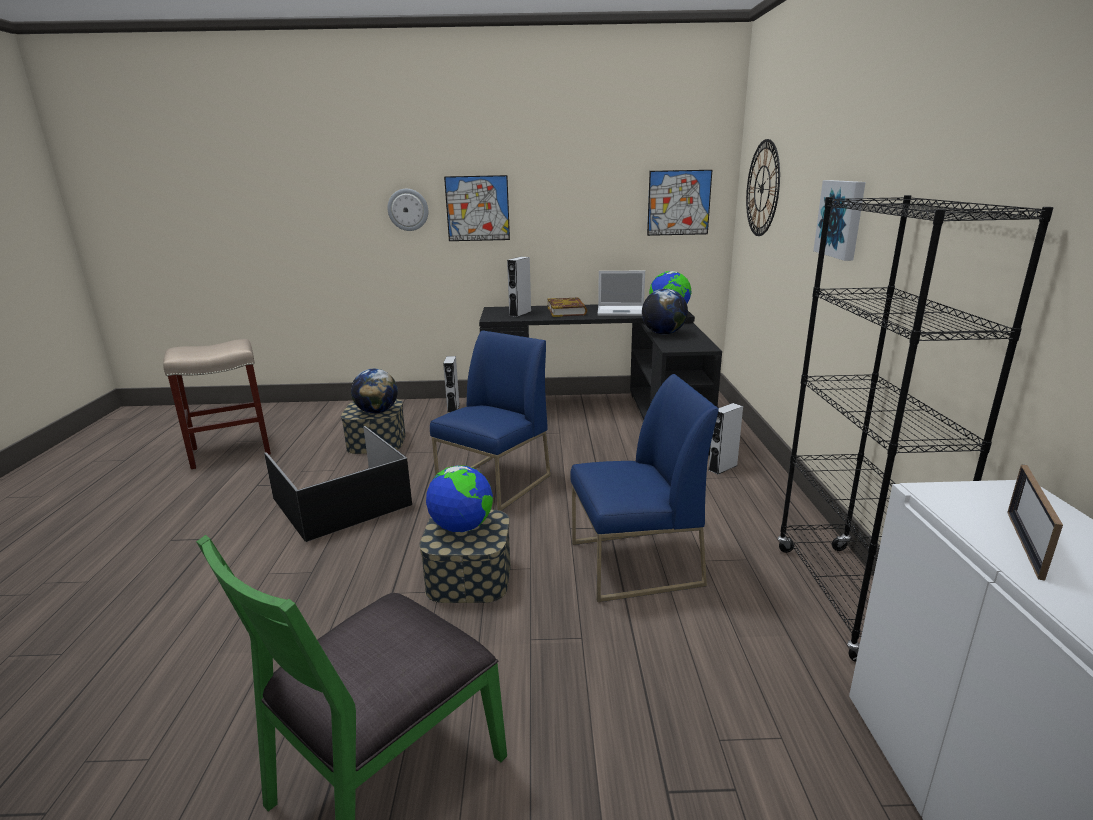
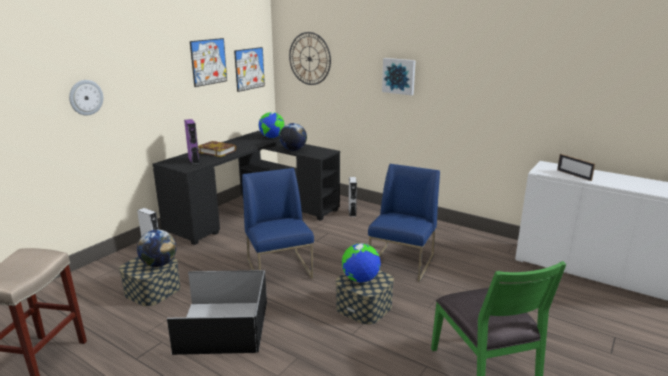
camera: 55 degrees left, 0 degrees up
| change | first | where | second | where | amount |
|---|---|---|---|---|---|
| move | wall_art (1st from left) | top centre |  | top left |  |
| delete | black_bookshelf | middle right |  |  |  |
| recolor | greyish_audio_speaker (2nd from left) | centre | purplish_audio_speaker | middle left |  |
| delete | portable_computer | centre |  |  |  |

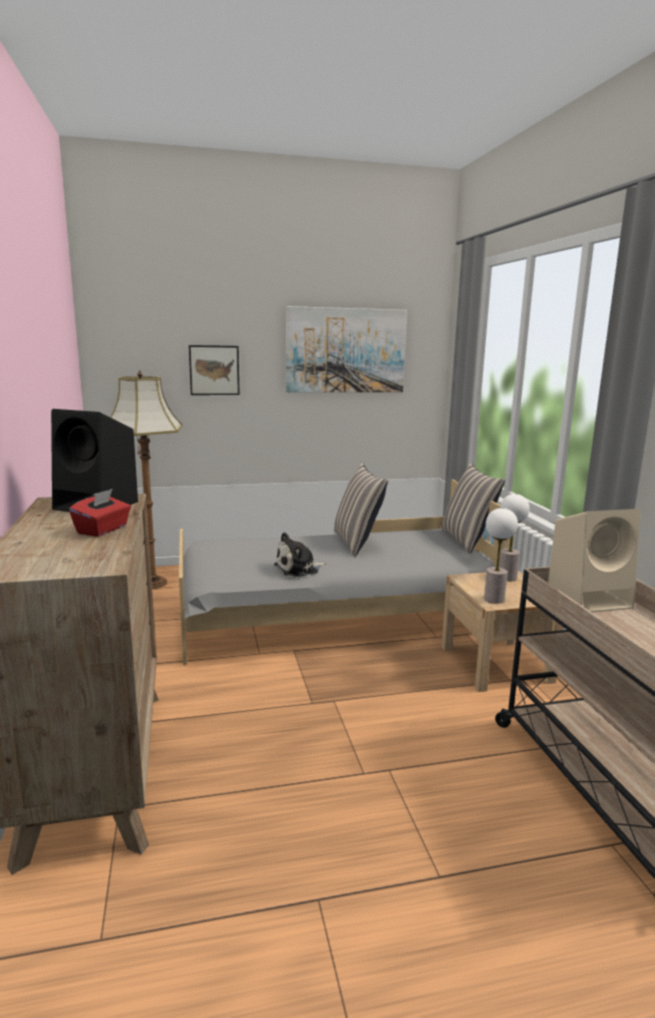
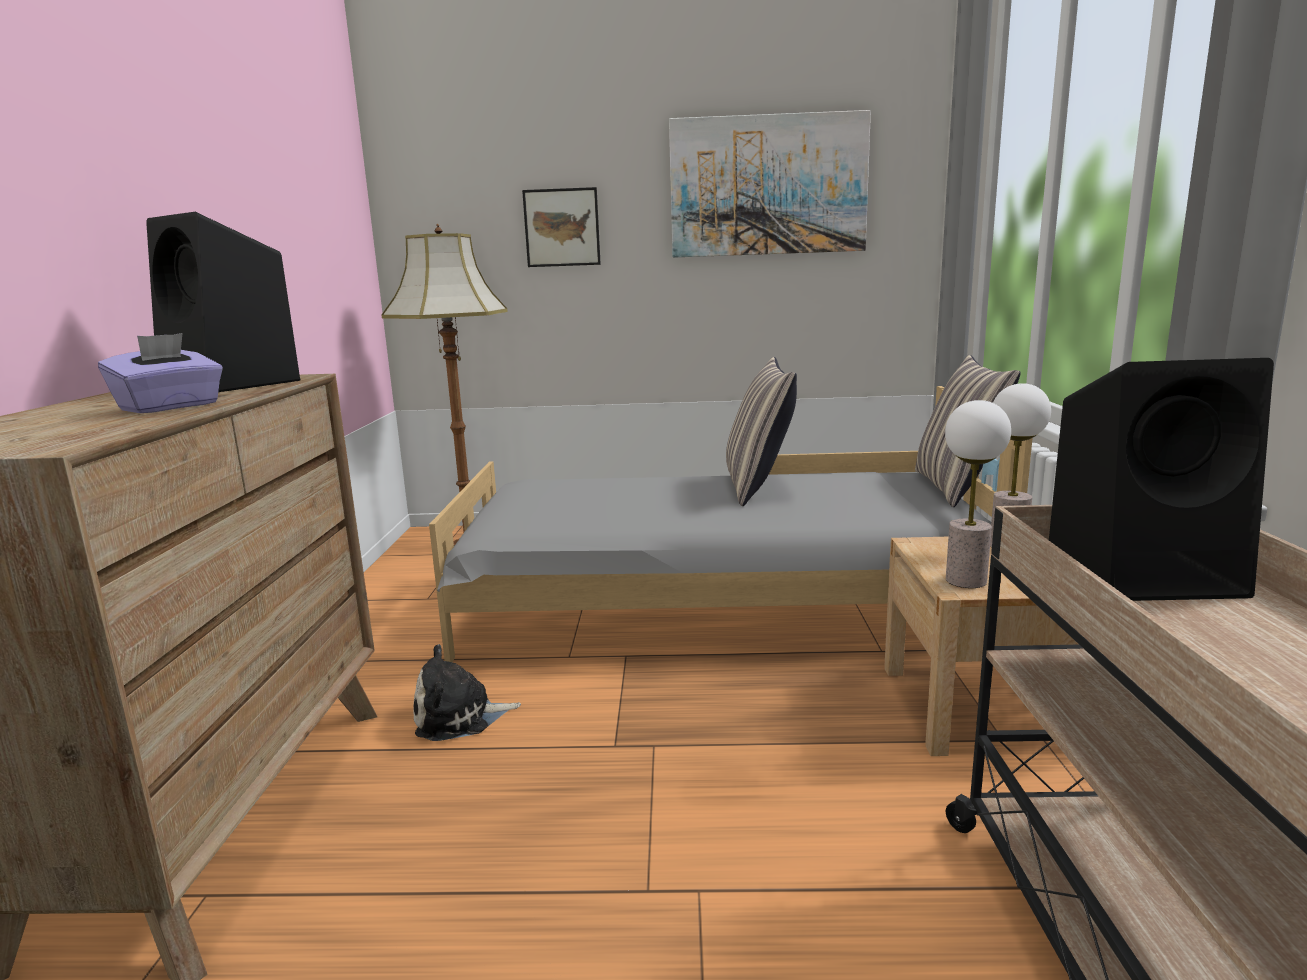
camera: 15 degrees right, 0 degrees up
| change | first | where | second | where | amount |
|---|---|---|---|---|---|
| recolor | reddish_tissue_box | middle left | purplish_tissue_box | middle left |  |
| recolor | beige-coloured_audio_speaker | middle right | black_audio_speaker (2nd from left) | middle right |  |
| move | cuddly_toy | centre |  | bottom centre |  |

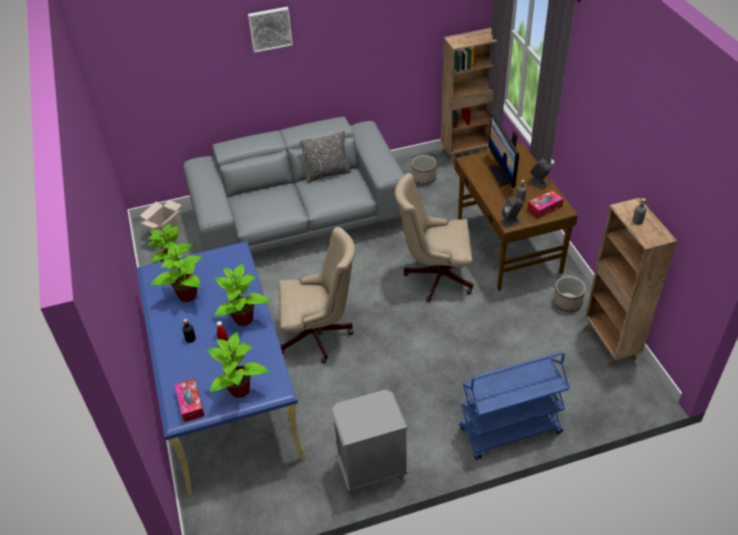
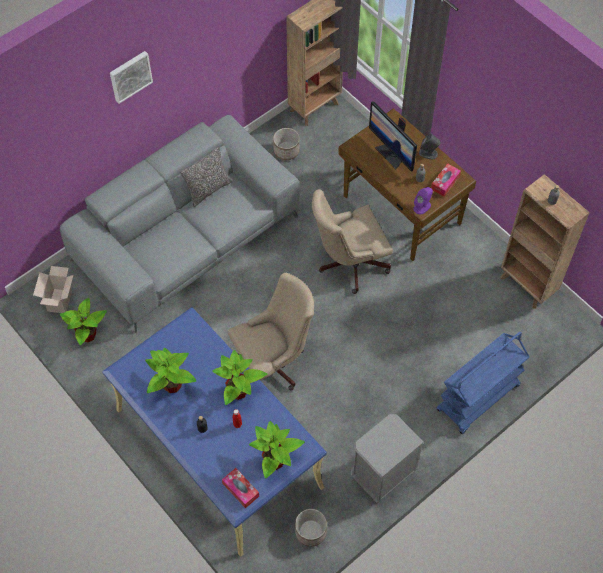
camera: 25 degrees left, 15 degrees up
| change | first | where | second | where | amount |
|---|---|---|---|---|---|
| recolor | greyish_audio_speaker (1st from left) | middle right | purplish_audio_speaker | middle right |  |
| move | plant_pot (2nd from left) | middle right |  | bottom centre |  |

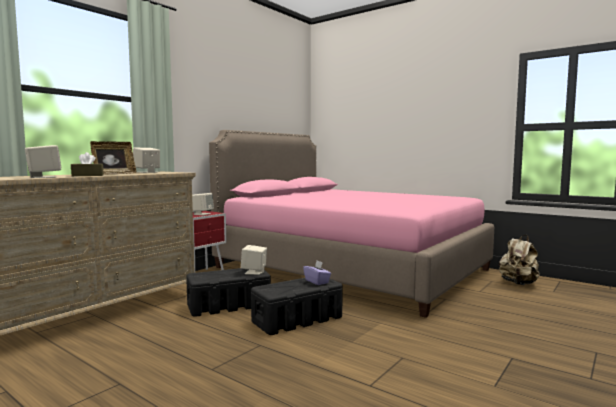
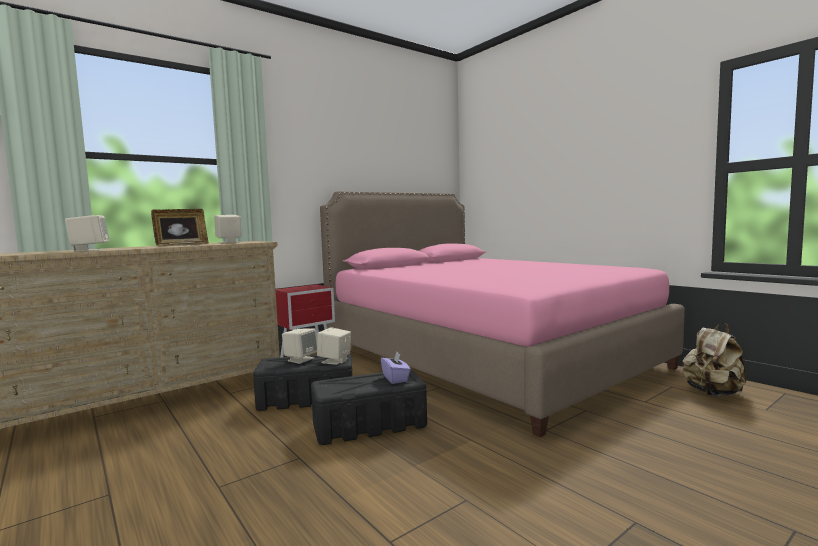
camera: 15 degrees right, 0 degrees up
| change | first | where | second | where | amount |
|---|---|---|---|---|---|
| delete | brown-coloured_tissue_box | middle left |  |  |  |
| move | beige-coloured_audio_speaker (3rd from left) | middle left |  | centre |  |

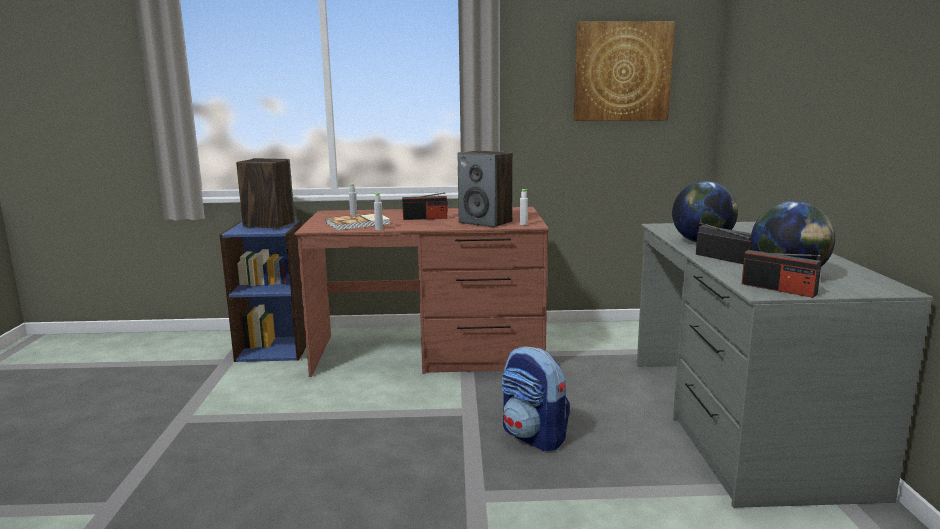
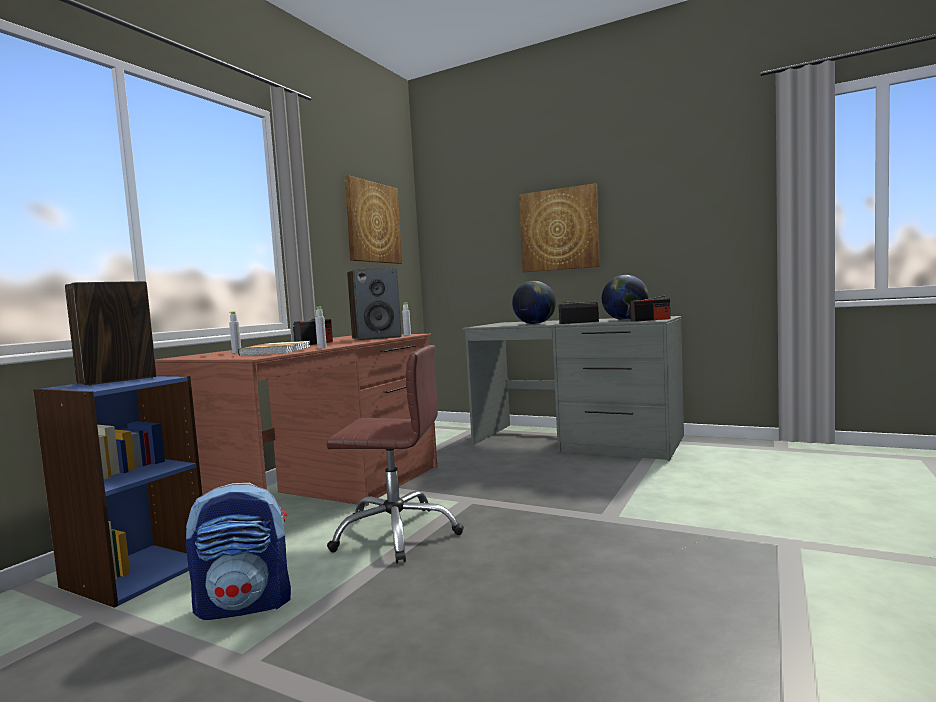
camera: 60 degrees left, 10 degrees down
| change | first | where | second | where | amount |
|---|---|---|---|---|---|
| move | backpack | bottom centre |  | bottom left |  |
| insert |  |  | wall_art (2nd from left) | top centre |  |
| insert |  |  | brown-coloured_computer_chair | centre |  |

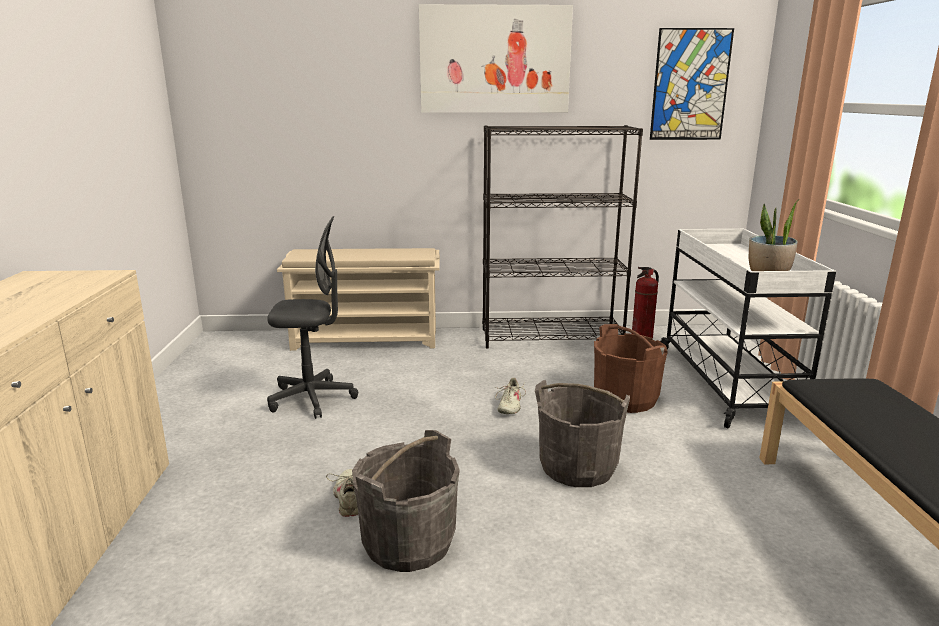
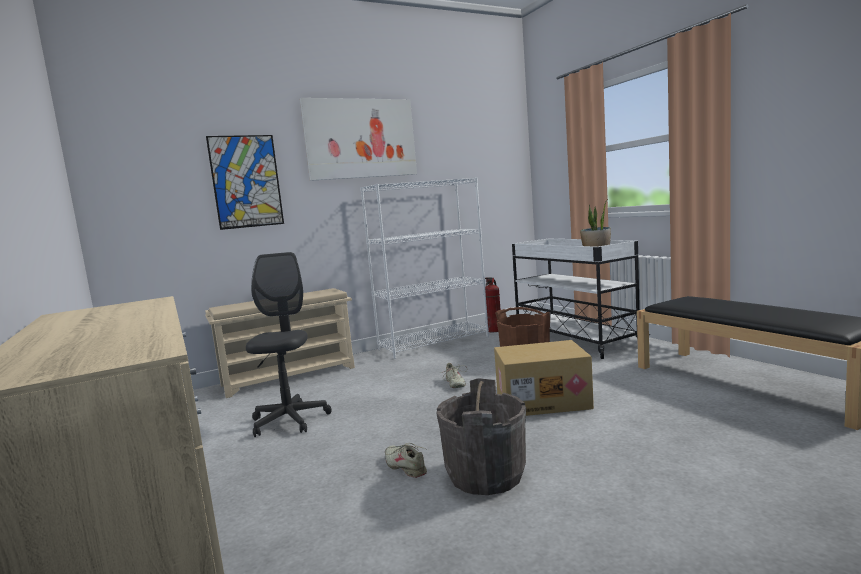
camera: 25 degrees left, 10 degrees down
| change | first | where | second | where | amount |
|---|---|---|---|---|---|
| move | wall_art (2nd from left in the first image) | top right | wall_art (1st from left) | top left |  |
| recolor | black_bookshelf | centre | white_bookshelf | centre |  |
| rotate | greyish_computer_chair | middle left |  | centre | 60 degrees counterclockwise |
| replace | greyish_bucket (2nd from left) | bottom centre | packing_box | centre |  |

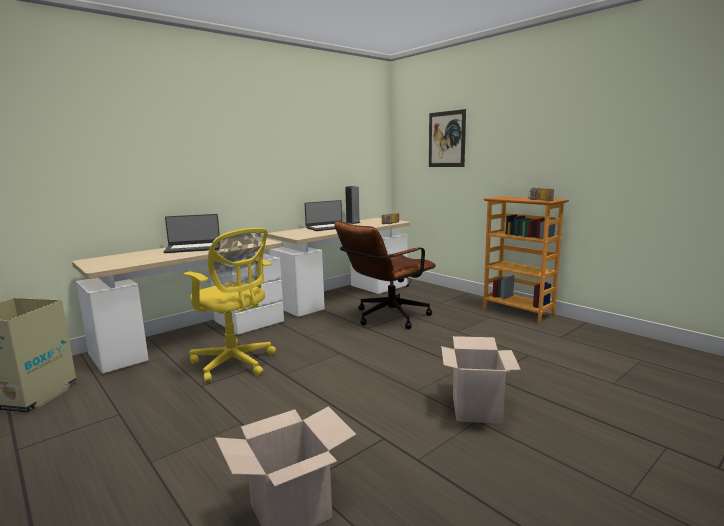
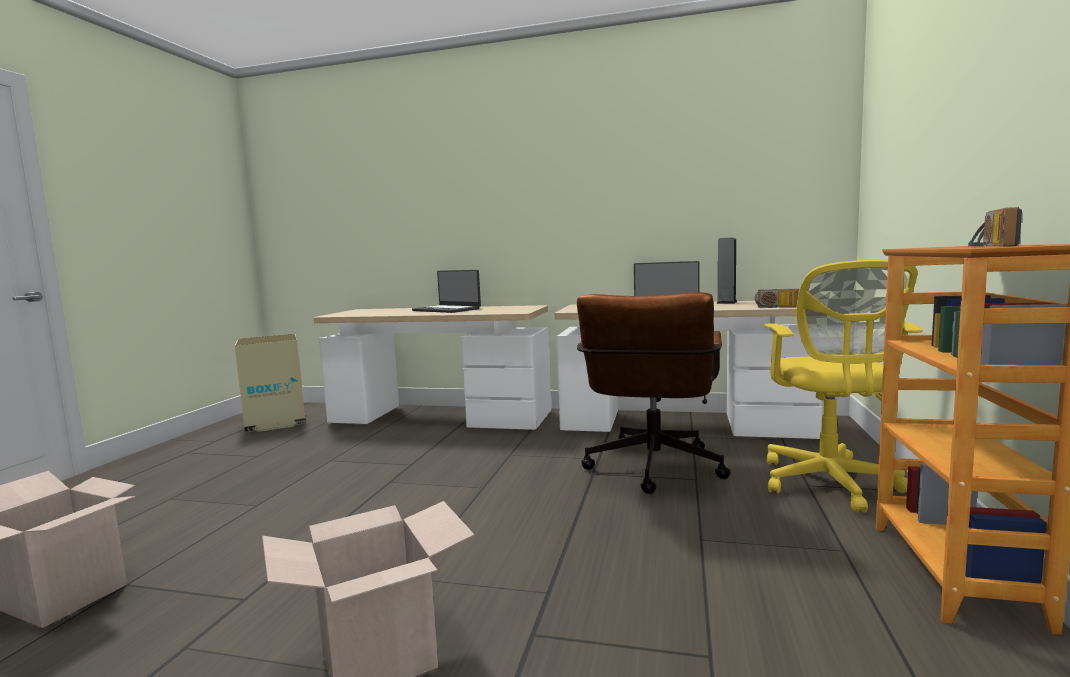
camera: 55 degrees right, 5 degrees down
| change | first | where | second | where | amount |
|---|---|---|---|---|---|
| delete | wall_art | top centre |  |  |  |
| rotate | brown-coloured_computer_chair | centre |  | centre | 90 degrees counterclockwise |
| move | yellow_computer_chair | middle left |  | middle right |  |

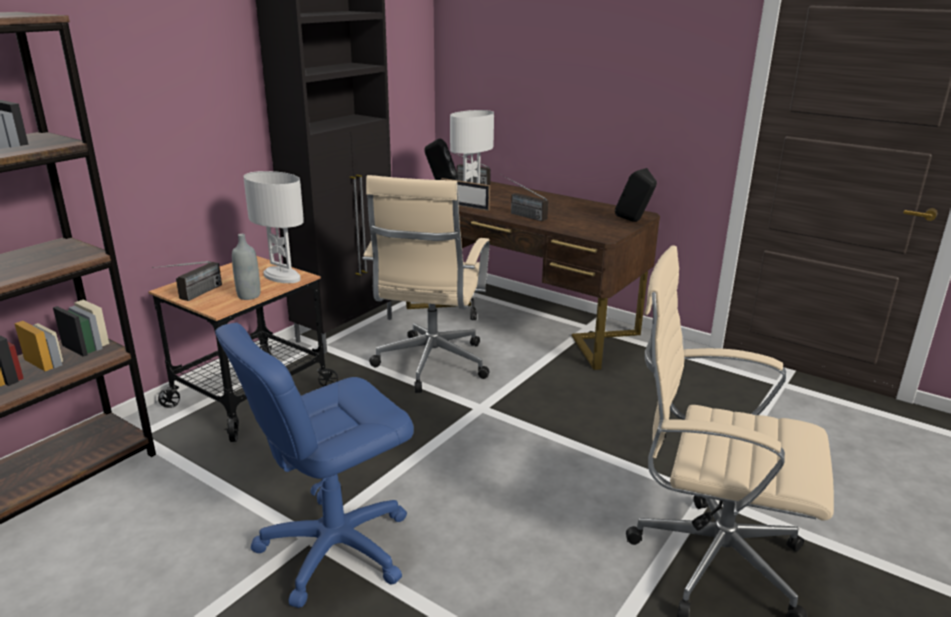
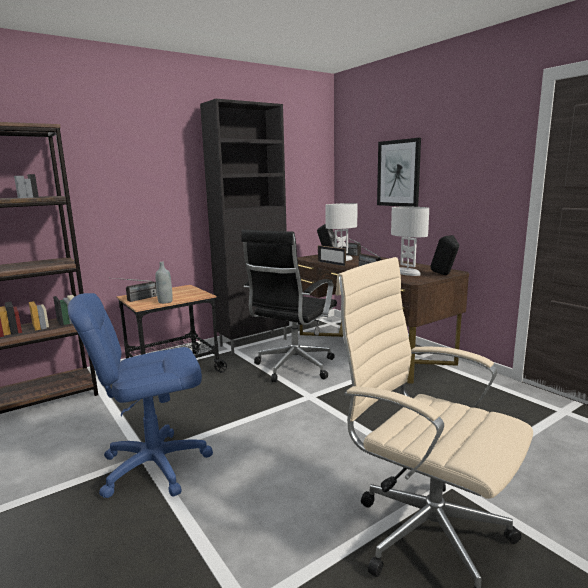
camera: 20 degrees right, 10 degrees down
| change | first | where | second | where | amount |
|---|---|---|---|---|---|
| move | white_tabletop_lamp (1st from left in the first image) | middle left | white_tabletop_lamp (2nd from left) | middle right |  |
| recolor | beige-coloured_computer_chair (1st from left) | centre | black_computer_chair | centre |  |
| insert |  |  | wall_art | top right |  |

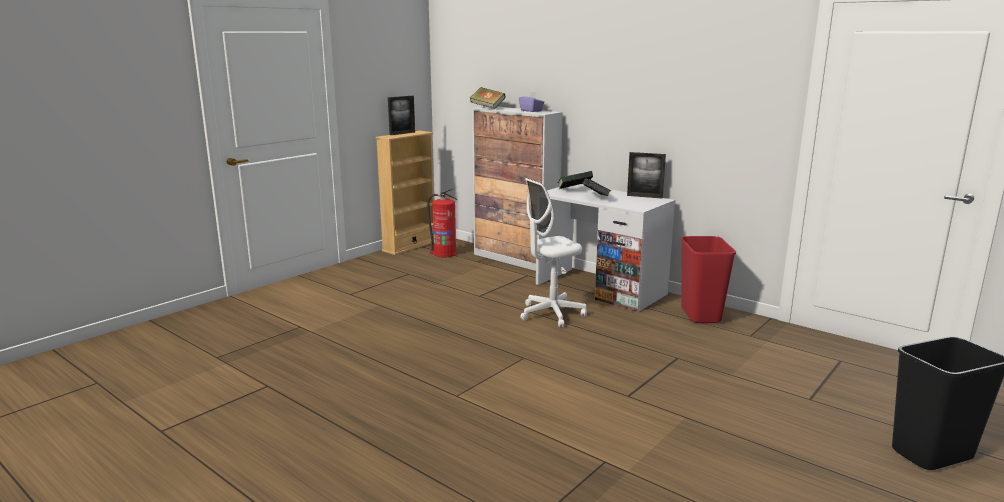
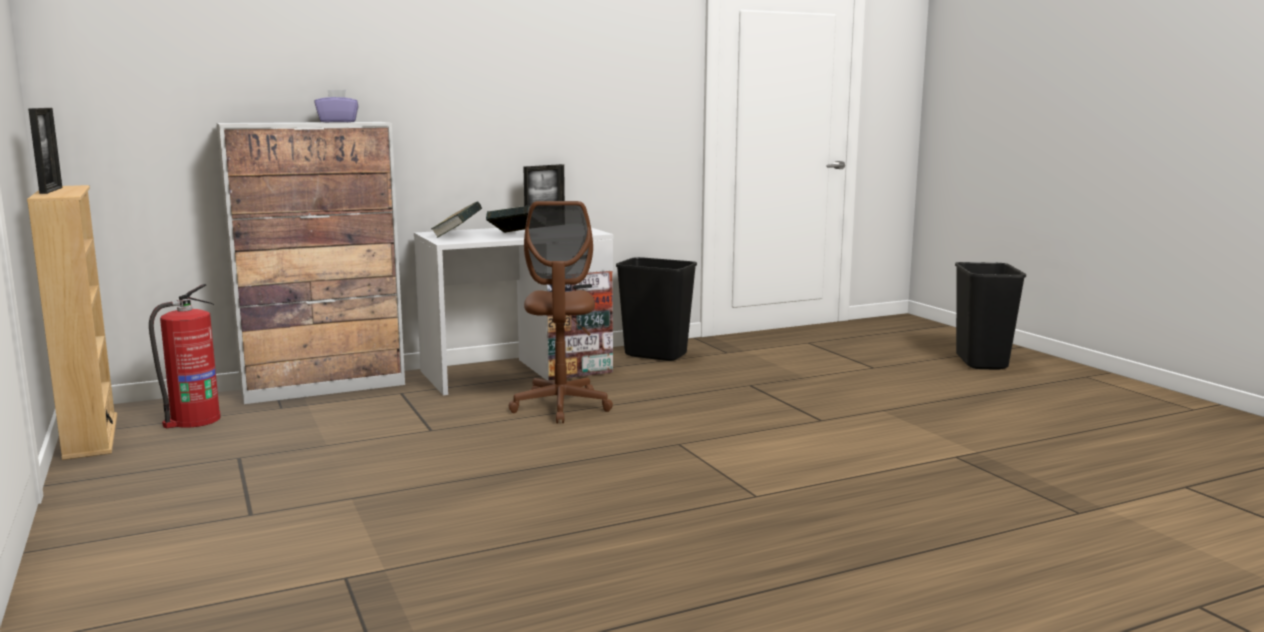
camera: 65 degrees left, 5 degrees down
| change | first | where | second | where | amount |
|---|---|---|---|---|---|
| delete | volume (1st from left) | top centre |  |  |  |
| recolor | white_computer_chair | centre | brown-coloured_computer_chair | centre |  |
| recolor | reddish_trash_can | middle right | black_trash_can (1st from left) | centre |  |

